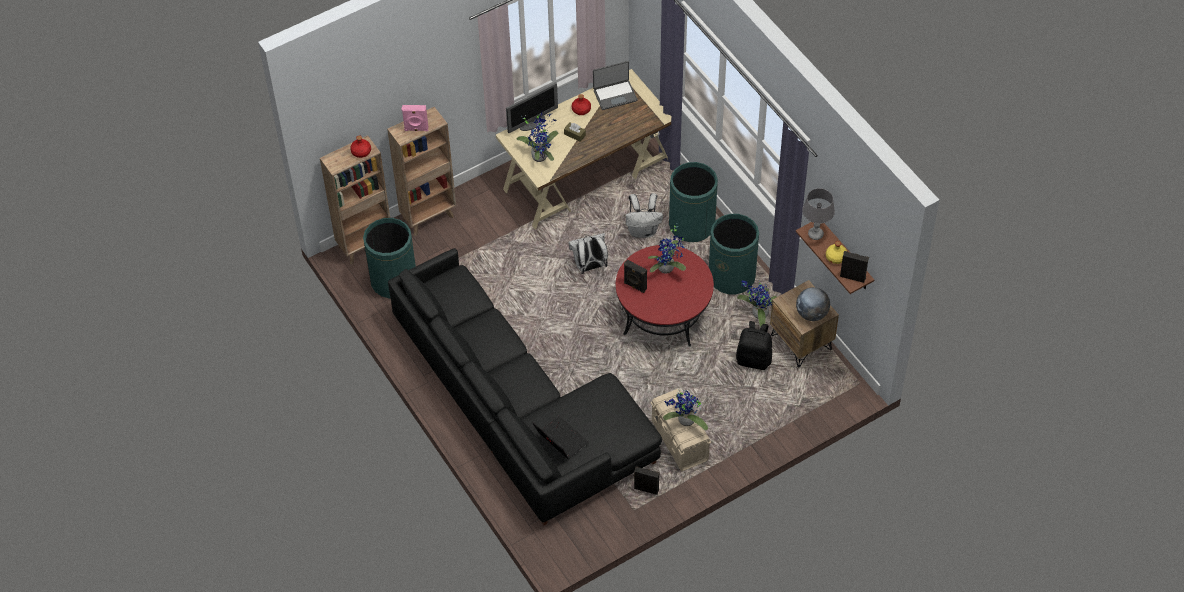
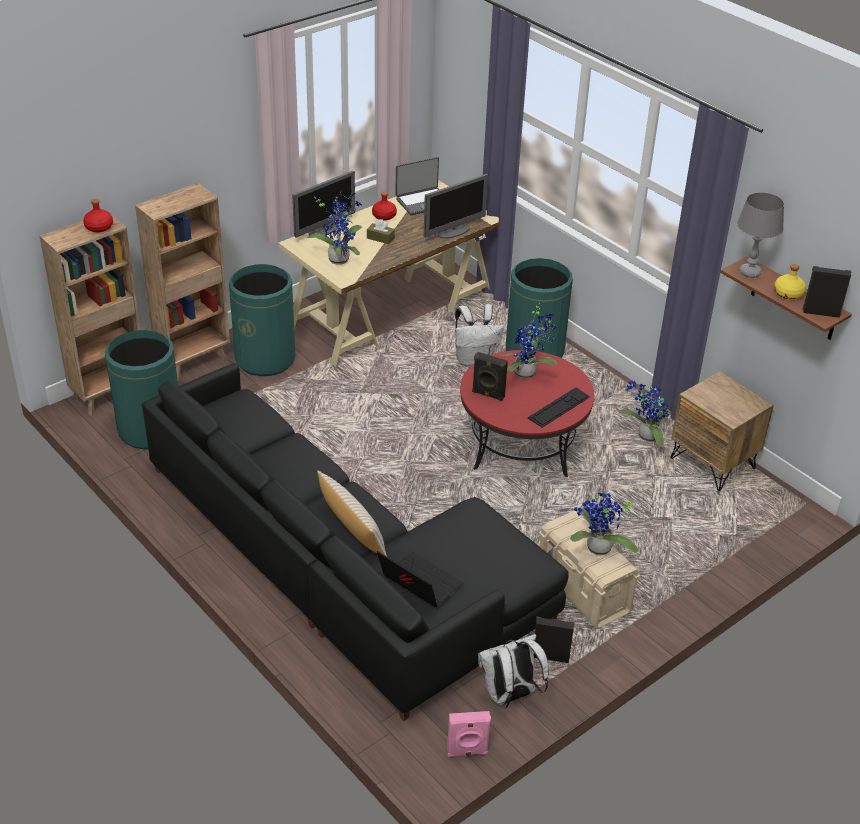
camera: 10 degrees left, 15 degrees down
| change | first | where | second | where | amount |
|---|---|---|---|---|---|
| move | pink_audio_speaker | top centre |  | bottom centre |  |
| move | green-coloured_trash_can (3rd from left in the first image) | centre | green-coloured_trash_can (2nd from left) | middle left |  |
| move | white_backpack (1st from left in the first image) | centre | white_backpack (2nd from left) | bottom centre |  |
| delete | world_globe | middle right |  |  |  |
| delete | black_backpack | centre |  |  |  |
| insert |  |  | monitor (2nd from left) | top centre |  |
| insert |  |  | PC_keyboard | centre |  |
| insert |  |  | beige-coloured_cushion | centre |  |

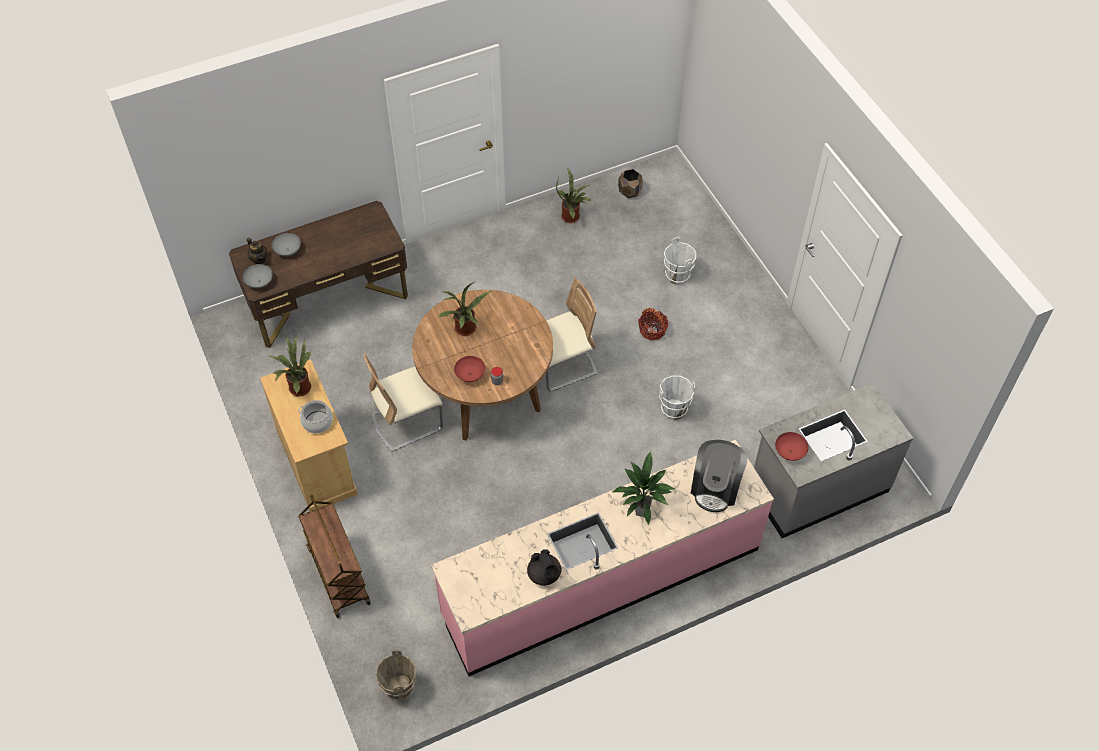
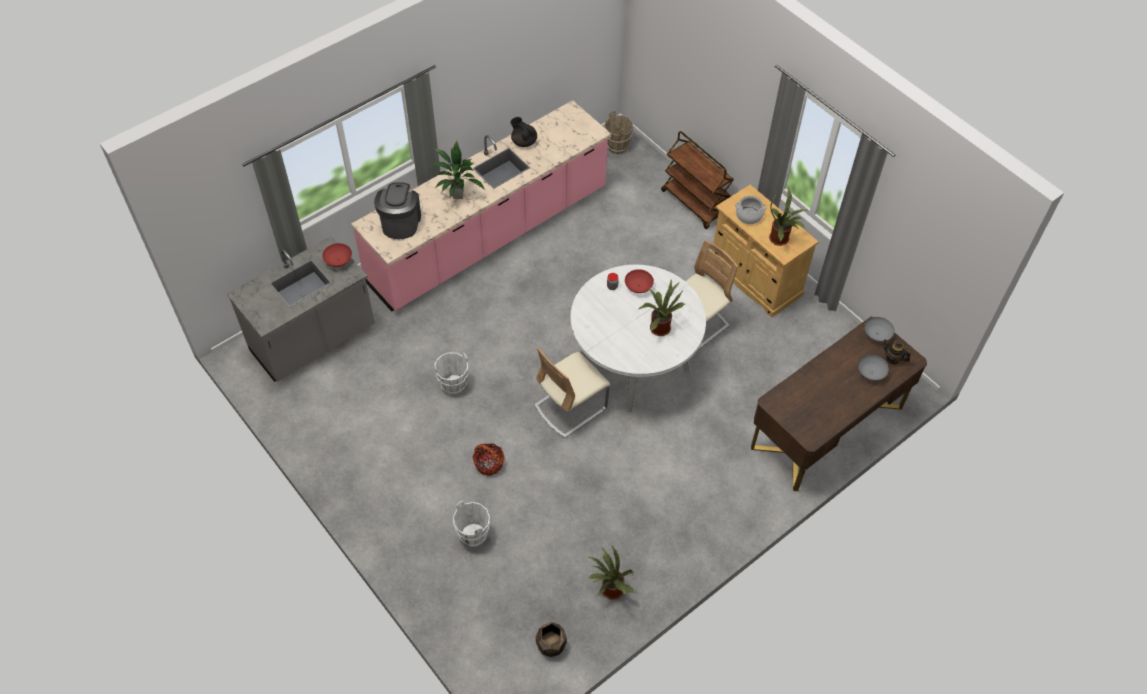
camera: 165 degrees right, 0 degrees up
| change | first | where | second | where | amount |
|---|---|---|---|---|---|
| recolor | brown-coloured_dinner_table | centre | white_dinner_table | centre |  |

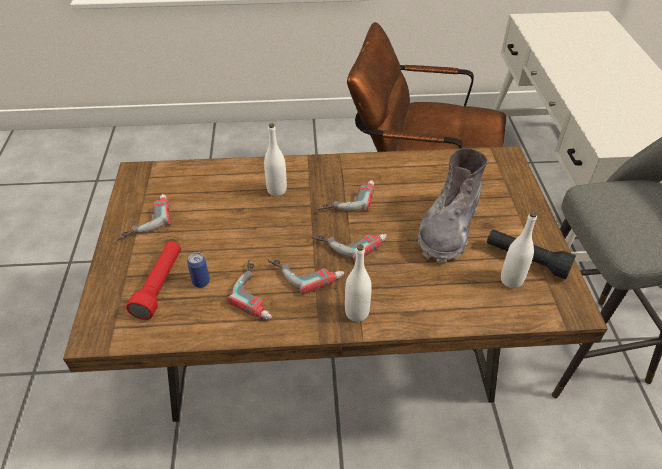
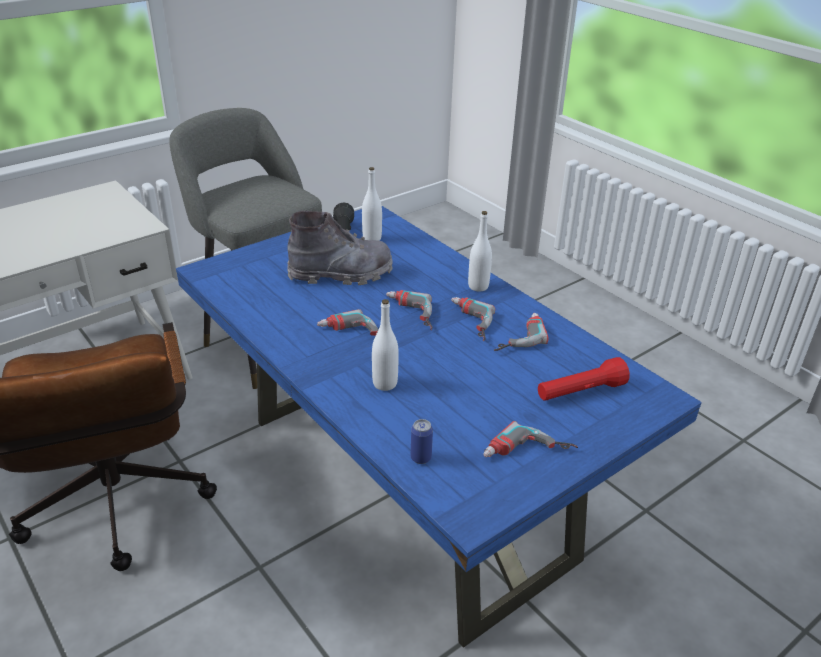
camera: 125 degrees left, 10 degrees down
| change | first | where | second | where | amount |
|---|---|---|---|---|---|
| recolor | brown-coloured_dinner_table | centre | blue_dinner_table | centre |  |
| move | sealed_can | middle left |  | bottom centre |  |

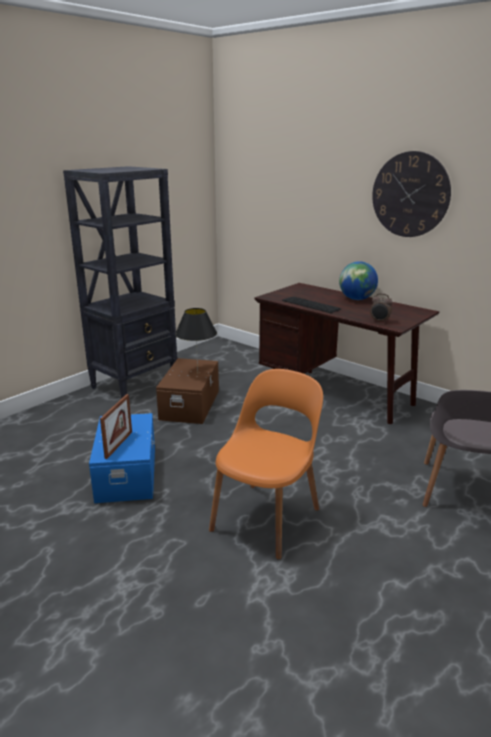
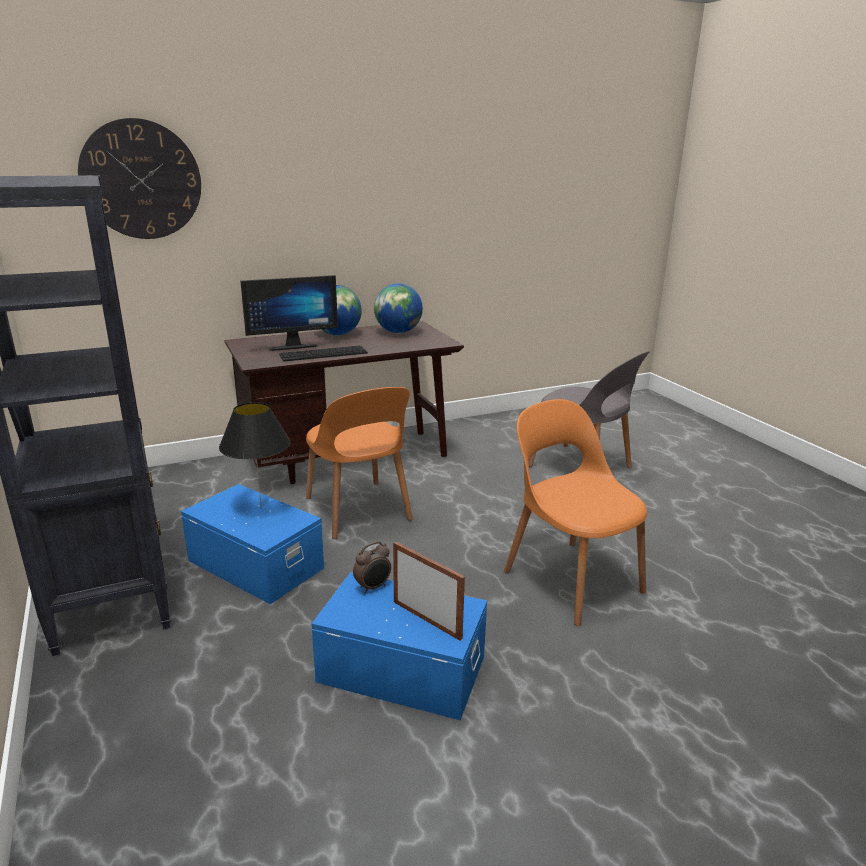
camera: 65 degrees left, 0 degrees up
| change | first | where | second | where | amount |
|---|---|---|---|---|---|
| move | wall_clock | top right |  | top left |  |
| move | table_clock | middle right |  | centre |  |
| recolor | brown-coloured_storage_container | centre | blue_storage_container (1st from left) | middle left |  |
| insert |  |  | monitor | centre |  |
| insert |  |  | world_globe (2nd from left) | centre |  |
| insert |  |  | orange_plain_chair (1st from left) | centre |  |

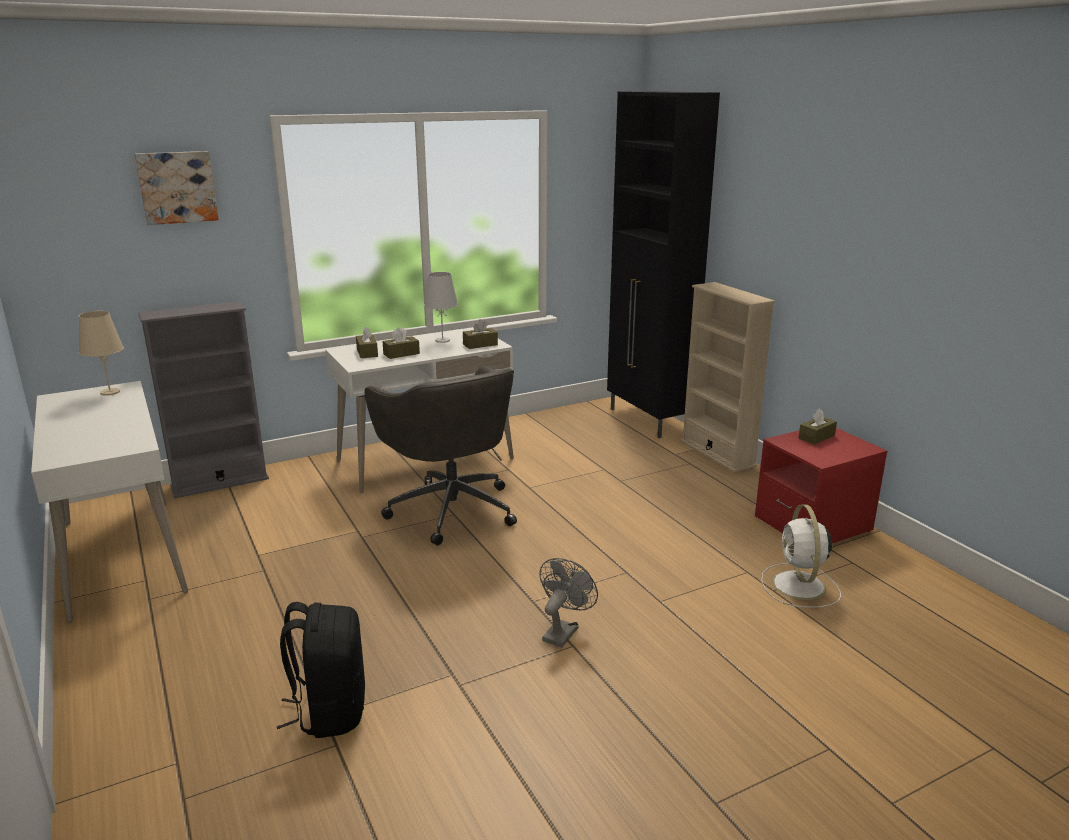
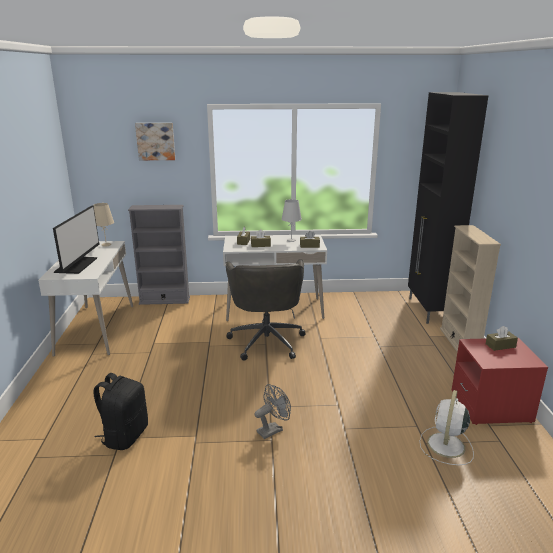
camera: 25 degrees right, 0 degrees up
| change | first | where | second | where | amount |
|---|---|---|---|---|---|
| insert |  |  | monitor | middle left |  |

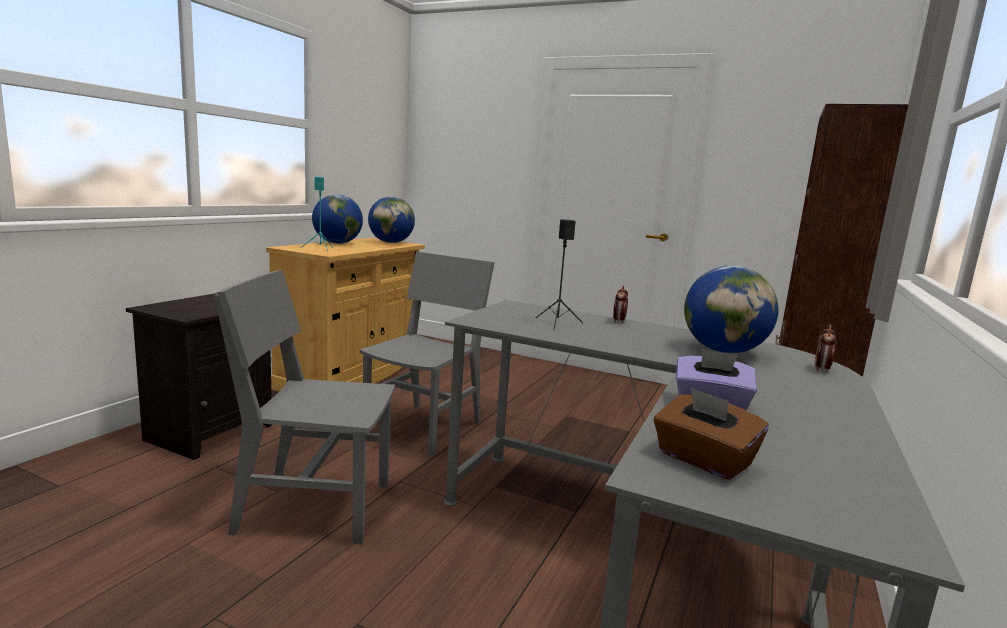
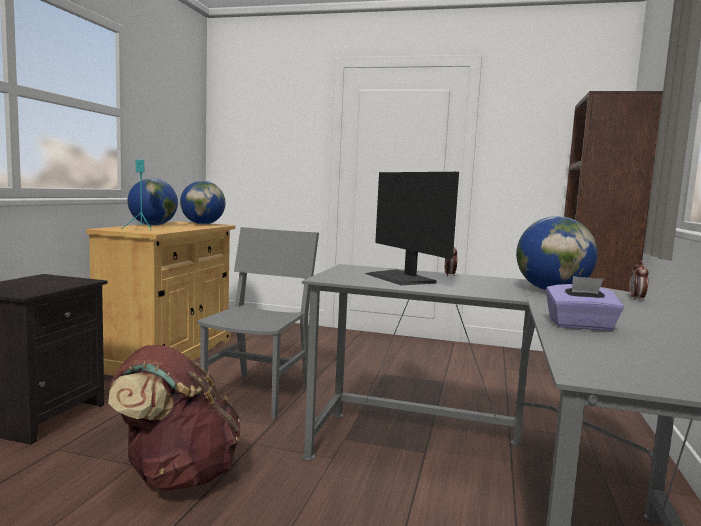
camera: 10 degrees left, 5 degrees down
| change | first | where | second | where | amount |
|---|---|---|---|---|---|
| replace | black_audio_speaker | centre | monitor | centre |  |
| replace | greyish_plain_chair (1st from left) | middle left | brown-coloured_backpack | bottom left |  |
| delete | brown-coloured_tissue_box | bottom right |  |  |  |

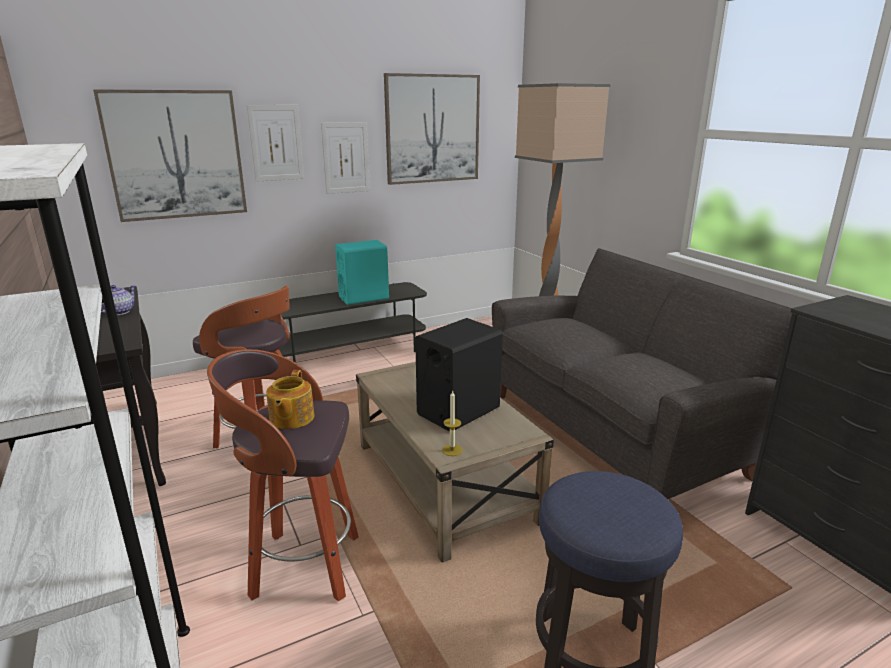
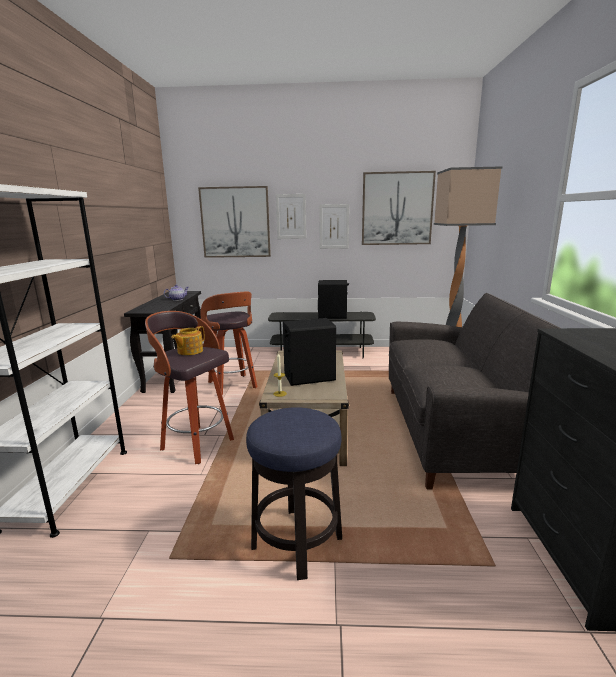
camera: 30 degrees right, 5 degrees down
| change | first | where | second | where | amount |
|---|---|---|---|---|---|
| recolor | blue-green_audio_speaker | centre | black_audio_speaker (2nd from left) | centre |  |

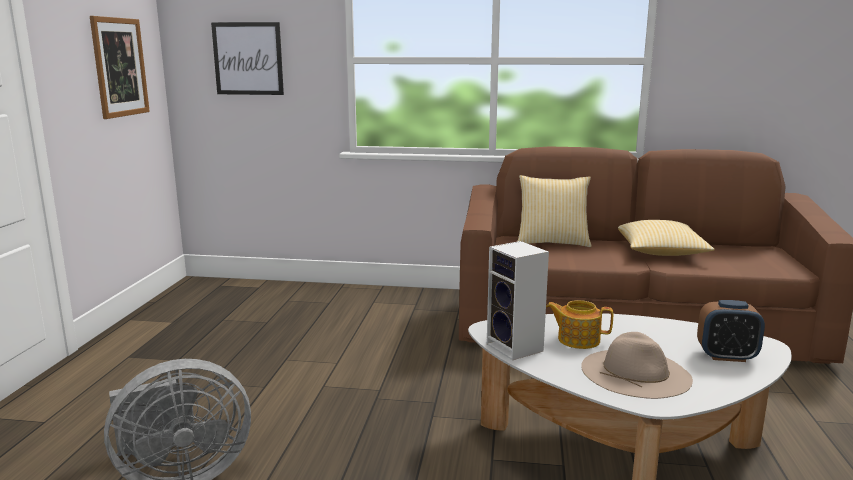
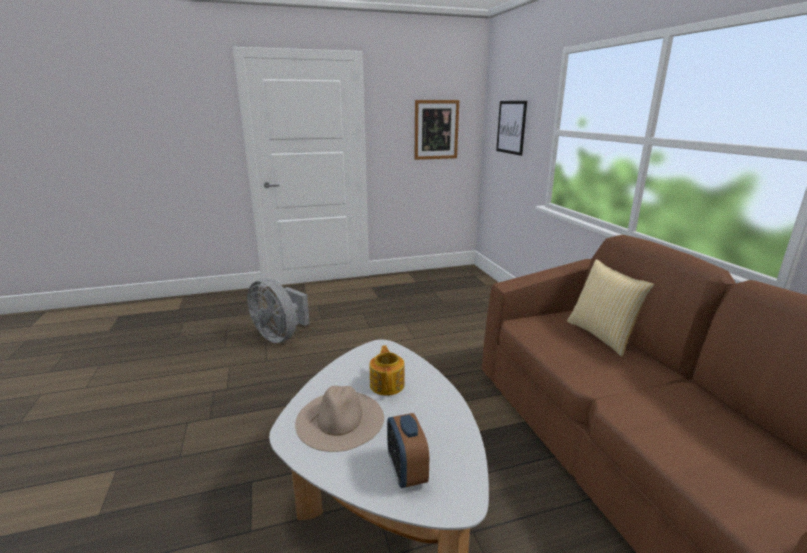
camera: 65 degrees right, 5 degrees up
| change | first | where | second | where | amount |
|---|---|---|---|---|---|
| delete | cushion (2nd from left) | middle right |  |  |  |
| delete | audio_speaker | centre |  |  |  |

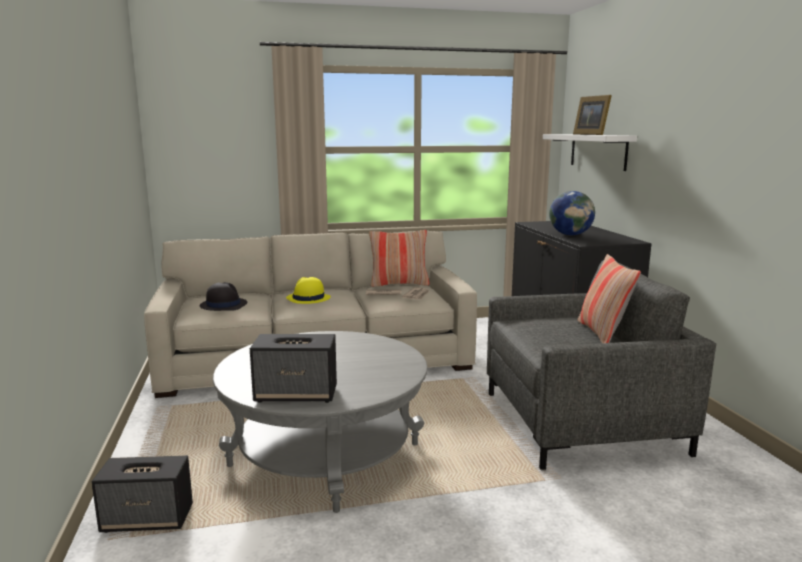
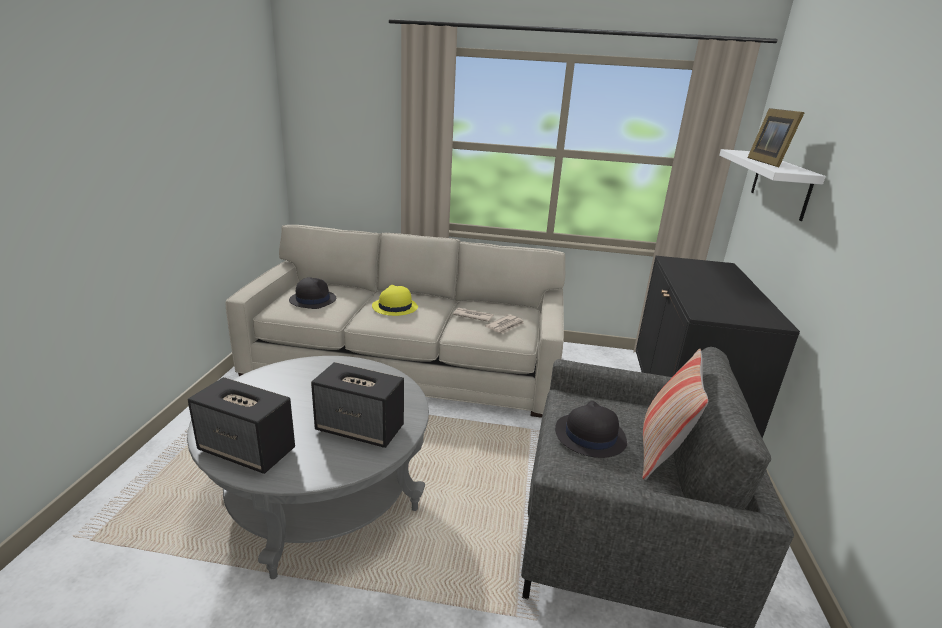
camera: 20 degrees right, 10 degrees up
| change | first | where | second | where | amount |
|---|---|---|---|---|---|
| delete | world_globe | middle right |  |  |  |
| delete | cushion (1st from left) | centre |  |  |  |
| move | audio_speaker (1st from left in the first image) | bottom left | audio_speaker (2nd from left) | centre |  |
| insert |  |  | black_clothing_hat (2nd from left) | bottom centre |  |

